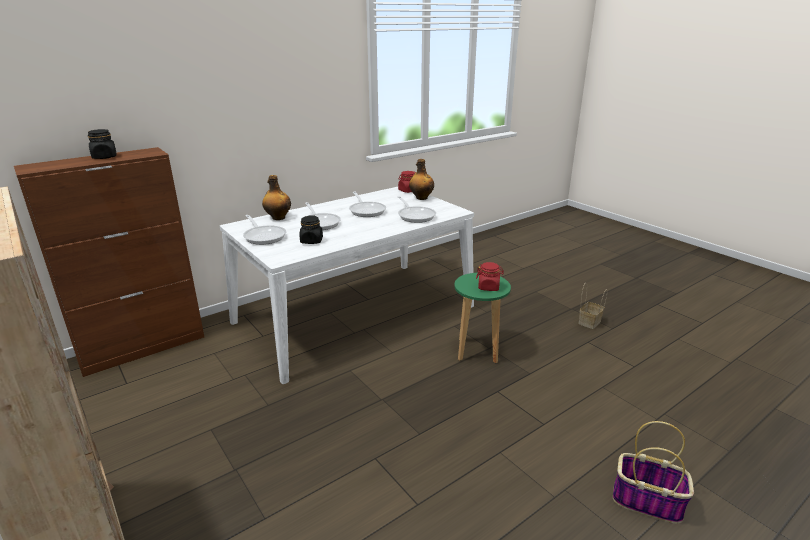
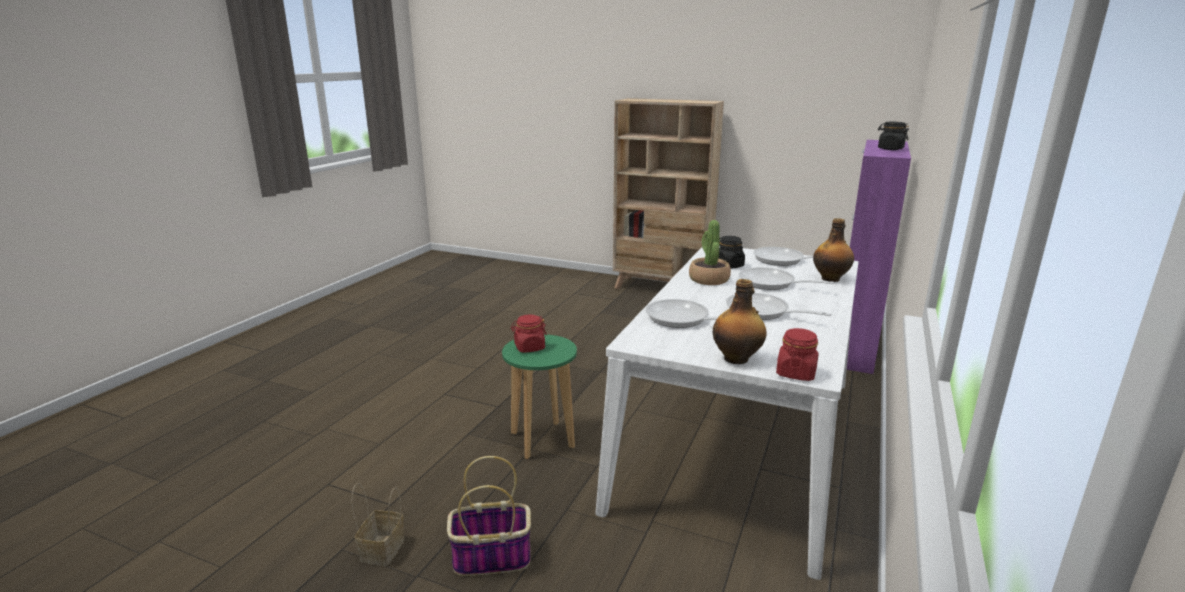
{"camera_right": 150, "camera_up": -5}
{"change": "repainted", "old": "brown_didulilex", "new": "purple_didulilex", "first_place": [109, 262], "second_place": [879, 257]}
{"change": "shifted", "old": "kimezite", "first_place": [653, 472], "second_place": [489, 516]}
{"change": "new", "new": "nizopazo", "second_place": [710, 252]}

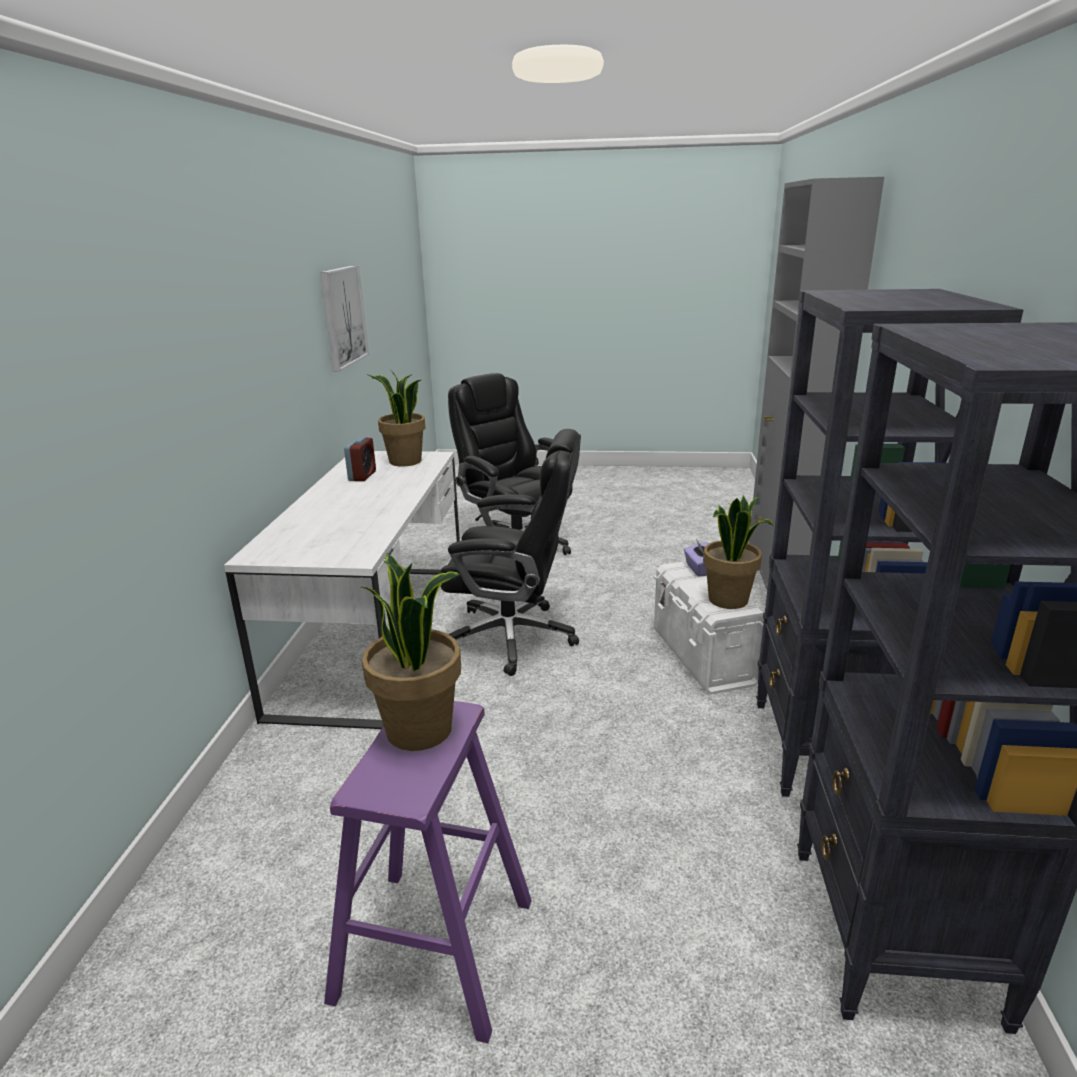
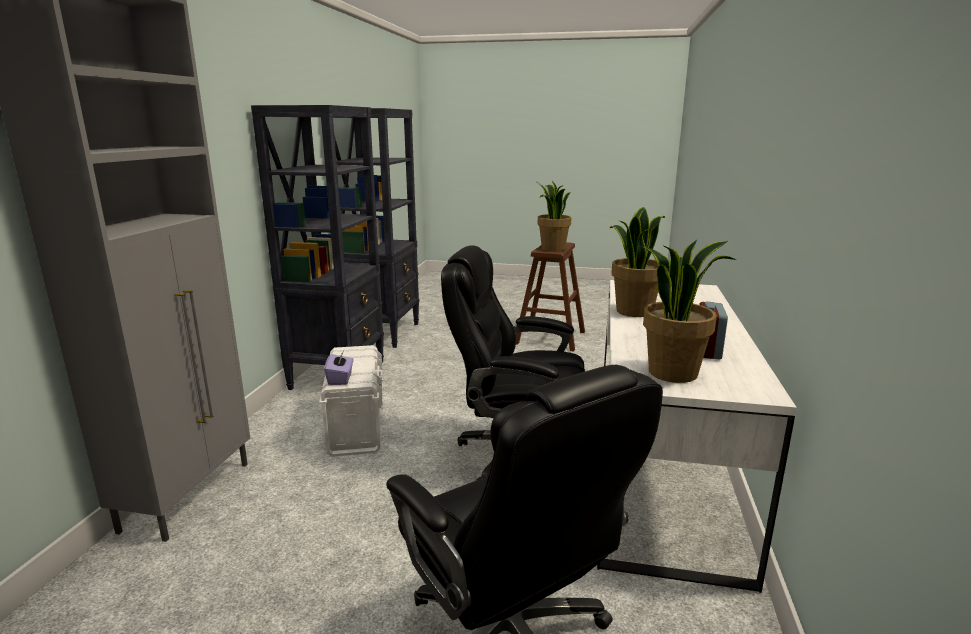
{"camera_right": -175, "camera_up": -5}
{"change": "gone", "old": "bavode", "first_place": [344, 318]}
{"change": "shifted", "old": "nizopazo", "first_place": [738, 552], "second_place": [637, 262]}
{"change": "repainted", "old": "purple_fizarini", "new": "brown_fizarini", "first_place": [428, 872], "second_place": [550, 297]}

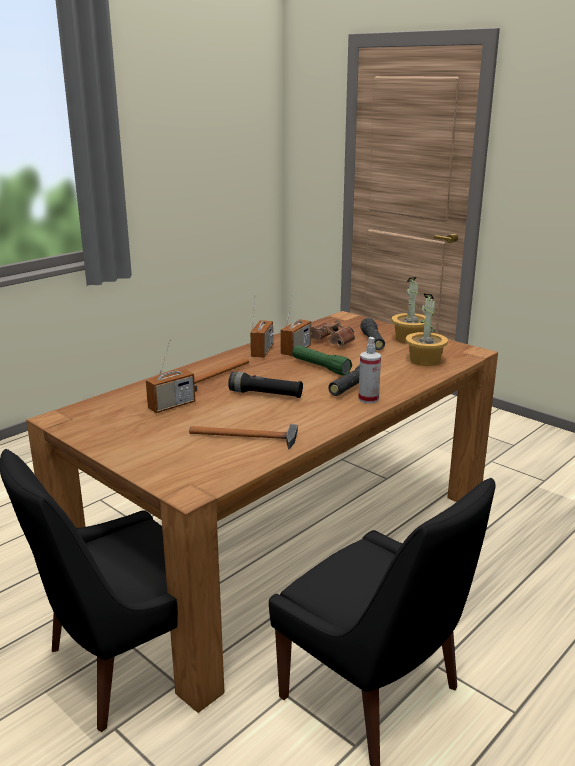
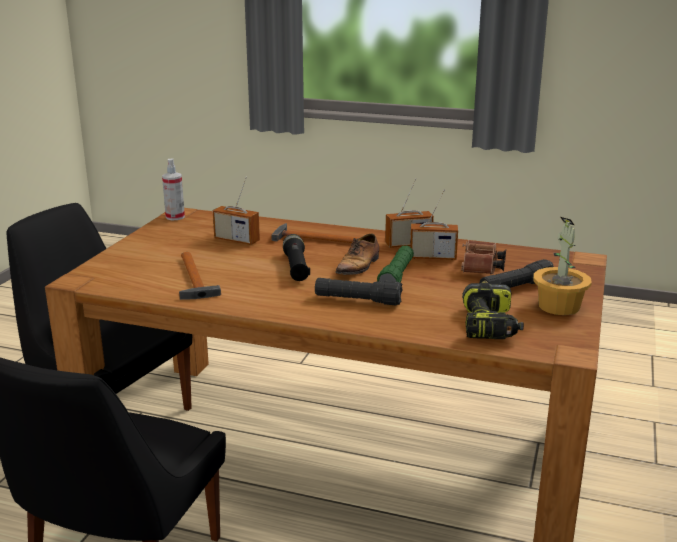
{"camera_right": 65, "camera_up": 0}
{"change": "swapped", "old": "nizopazo", "new": "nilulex", "first_place": [426, 329], "second_place": [493, 311]}
{"change": "shifted", "old": "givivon", "first_place": [369, 370], "second_place": [173, 189]}
{"change": "new", "new": "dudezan", "second_place": [357, 254]}

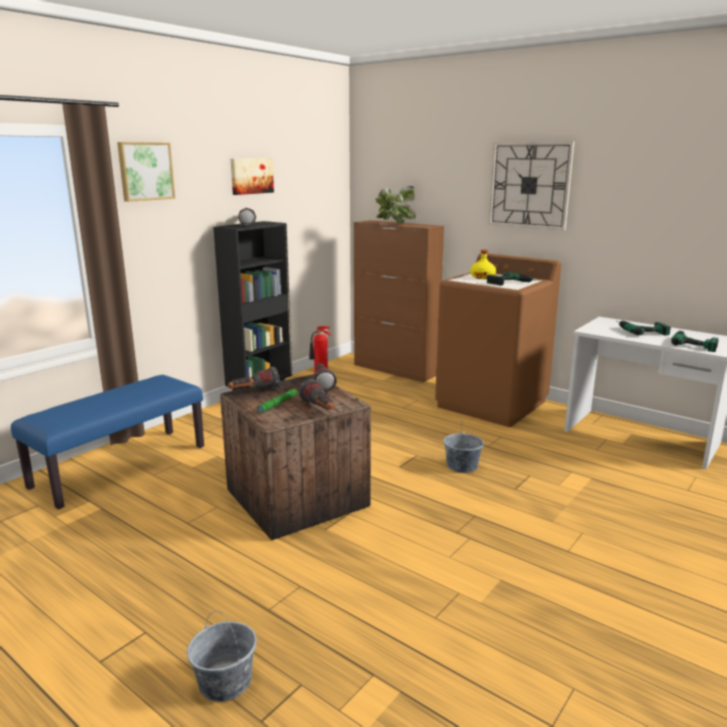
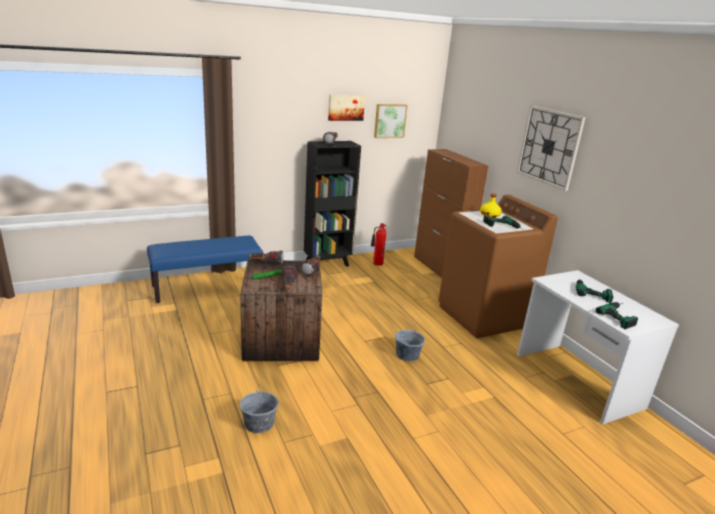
{"camera_right": 25, "camera_up": 5}
{"change": "shifted", "old": "bavode", "first_place": [146, 172], "second_place": [391, 121]}
{"change": "gone", "old": "nizopazo", "first_place": [396, 205]}
{"change": "shifted", "old": "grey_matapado", "first_place": [222, 656], "second_place": [259, 408]}

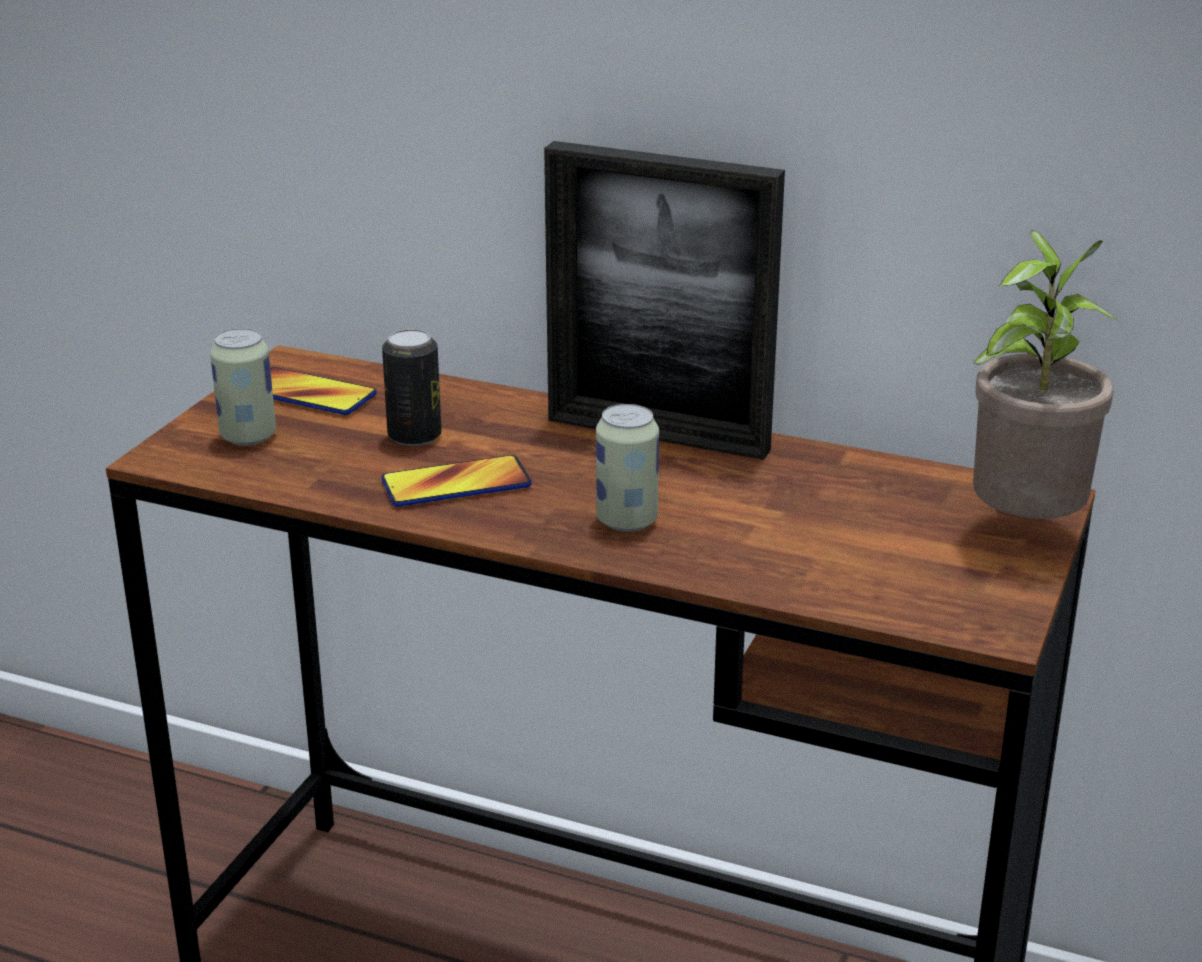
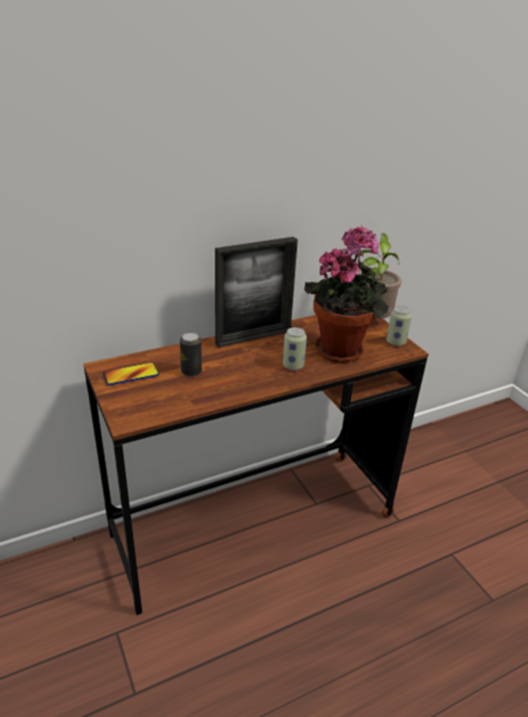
{"camera_right": -50, "camera_up": 5}
{"change": "shifted", "old": "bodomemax", "first_place": [243, 387], "second_place": [399, 326]}
{"change": "gone", "old": "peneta", "first_place": [456, 480]}
{"change": "new", "new": "nizopazo", "second_place": [346, 294]}

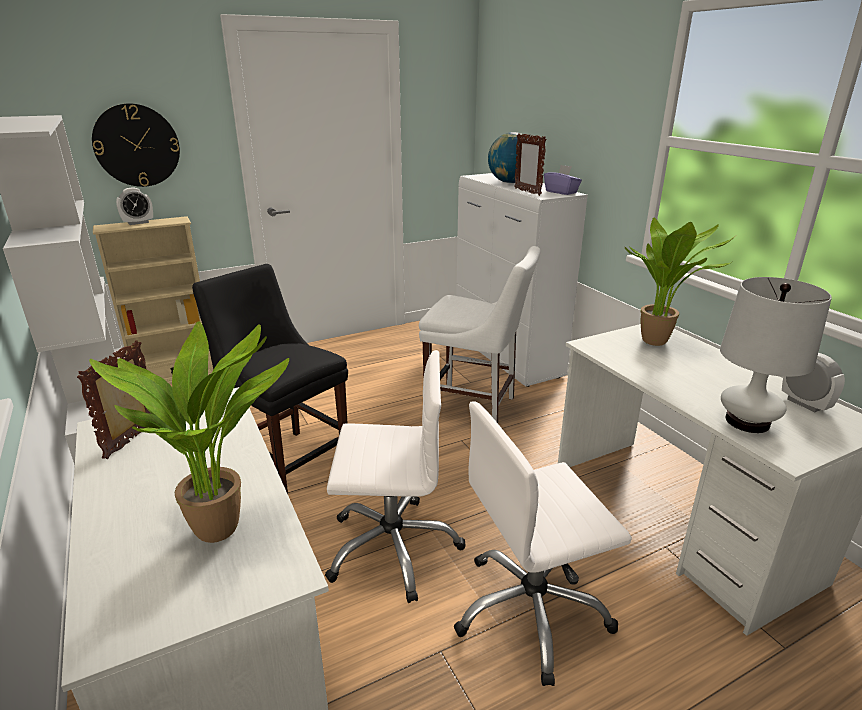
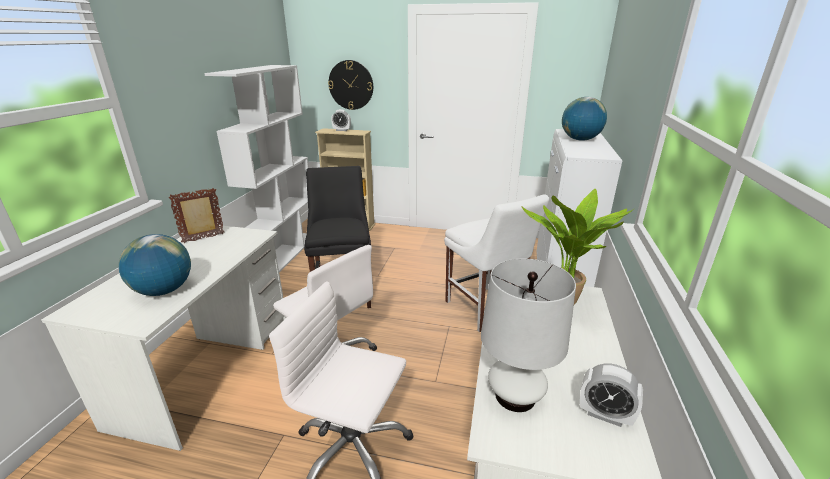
{"camera_right": 40, "camera_up": 0}
{"change": "gone", "old": "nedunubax", "first_place": [530, 164]}
{"change": "gone", "old": "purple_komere", "first_place": [563, 180]}
{"change": "swapped", "old": "nizopazo", "new": "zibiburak", "first_place": [189, 432], "second_place": [155, 265]}
{"change": "rotated", "old": "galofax", "first_place": [813, 382], "second_place": [611, 395], "degrees": 105}

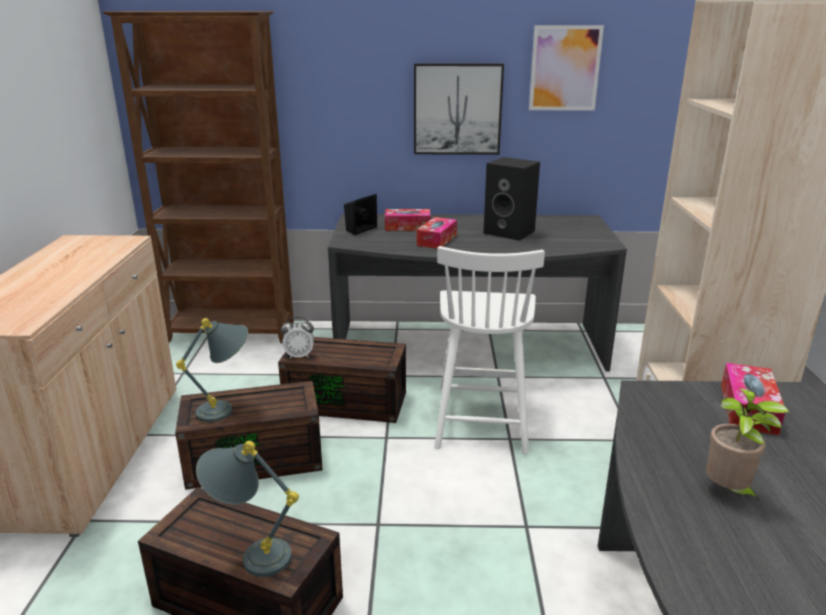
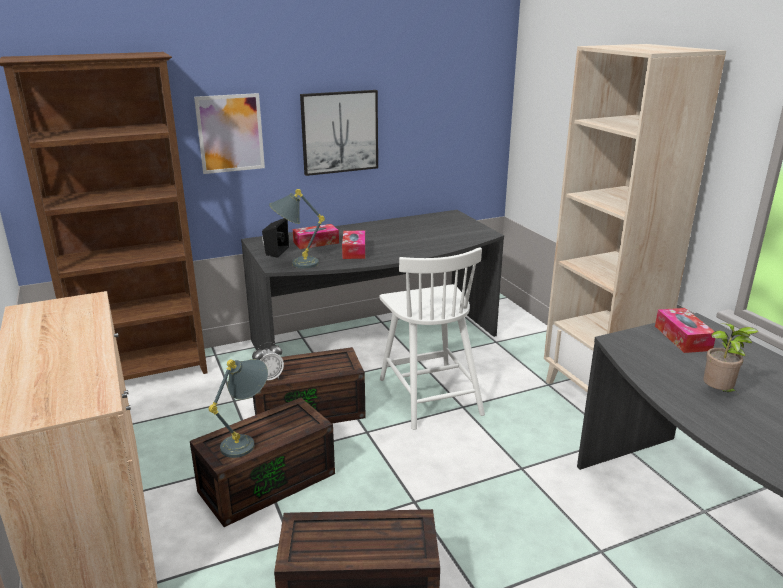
{"camera_right": -25, "camera_up": 0}
{"change": "shifted", "old": "bavode", "first_place": [566, 67], "second_place": [229, 133]}
{"change": "gone", "old": "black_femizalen", "first_place": [511, 199]}
{"change": "shifted", "old": "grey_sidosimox", "first_place": [247, 509], "second_place": [297, 228]}

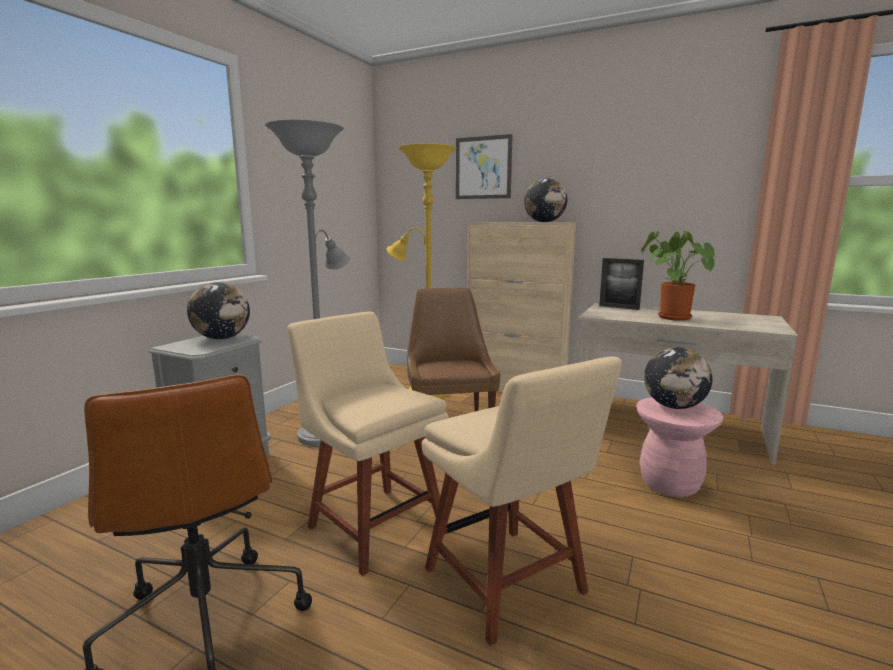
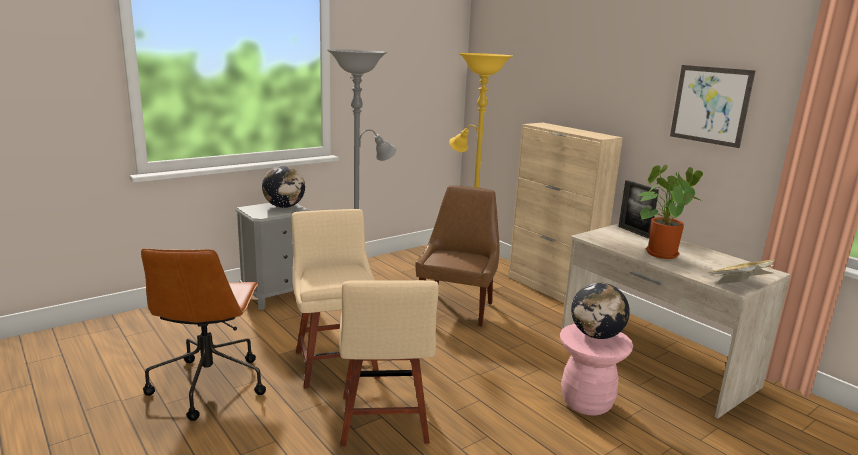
{"camera_right": 25, "camera_up": 5}
{"change": "shifted", "old": "bavode", "first_place": [484, 166], "second_place": [713, 106]}
{"change": "gone", "old": "zibiburak", "first_place": [545, 200]}
{"change": "new", "new": "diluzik", "second_place": [742, 271]}

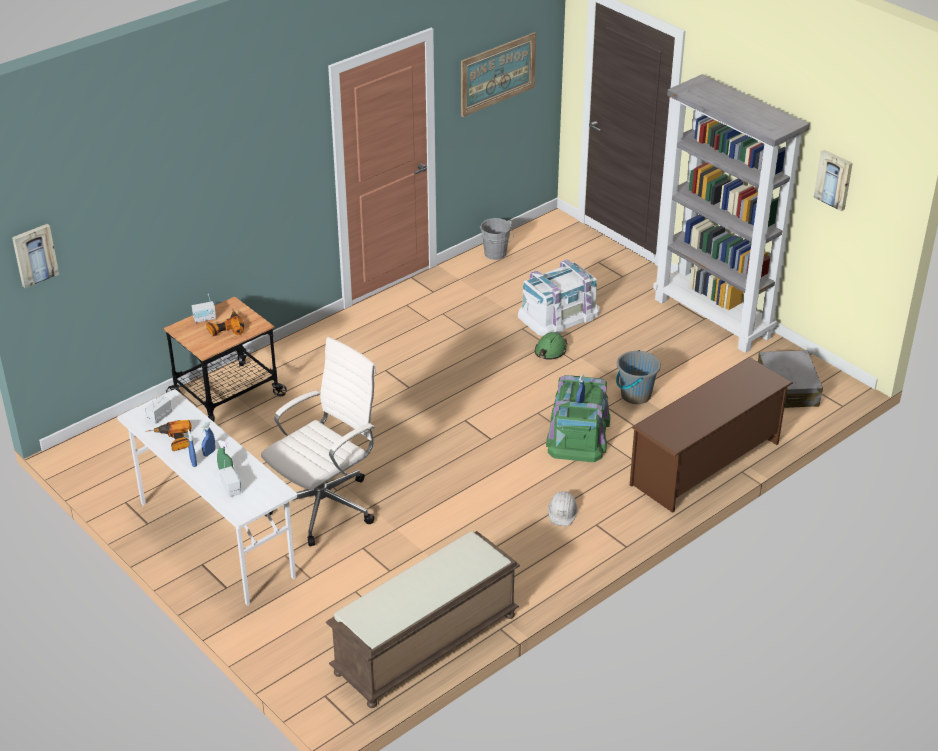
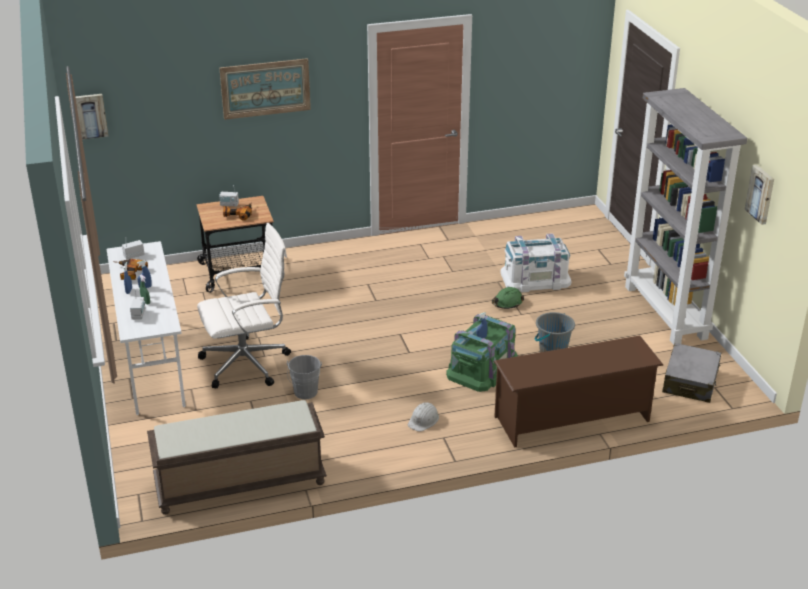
{"camera_right": 25, "camera_up": -5}
{"change": "shifted", "old": "bavode", "first_place": [498, 74], "second_place": [265, 89]}
{"change": "shifted", "old": "grey_matapado", "first_place": [496, 239], "second_place": [304, 377]}

